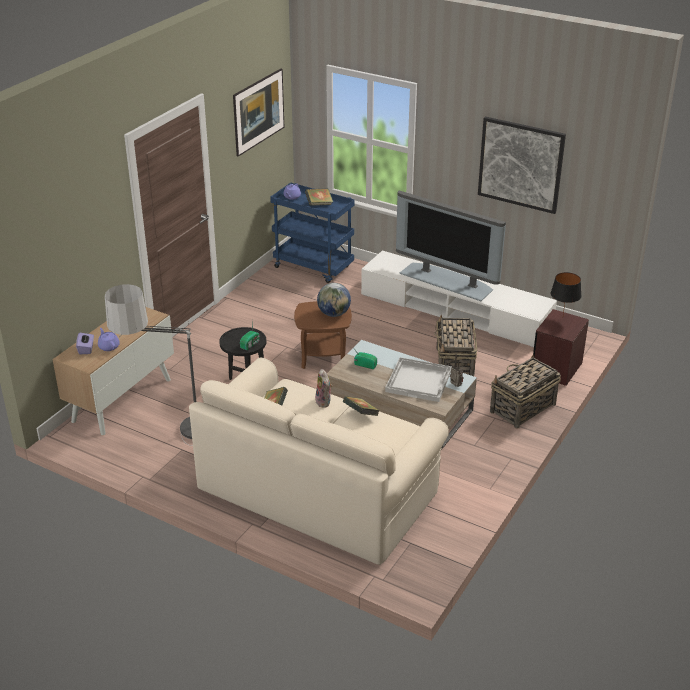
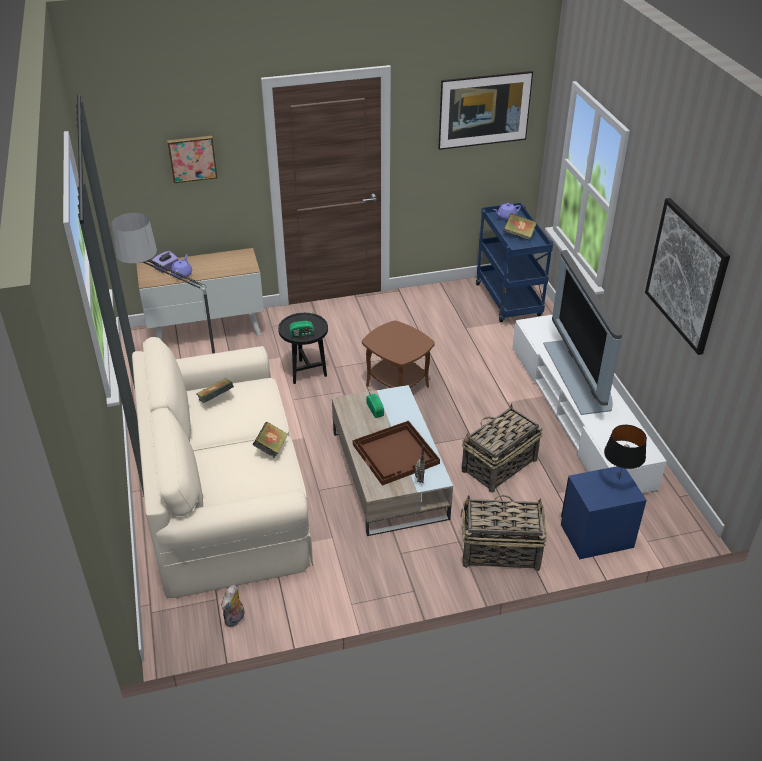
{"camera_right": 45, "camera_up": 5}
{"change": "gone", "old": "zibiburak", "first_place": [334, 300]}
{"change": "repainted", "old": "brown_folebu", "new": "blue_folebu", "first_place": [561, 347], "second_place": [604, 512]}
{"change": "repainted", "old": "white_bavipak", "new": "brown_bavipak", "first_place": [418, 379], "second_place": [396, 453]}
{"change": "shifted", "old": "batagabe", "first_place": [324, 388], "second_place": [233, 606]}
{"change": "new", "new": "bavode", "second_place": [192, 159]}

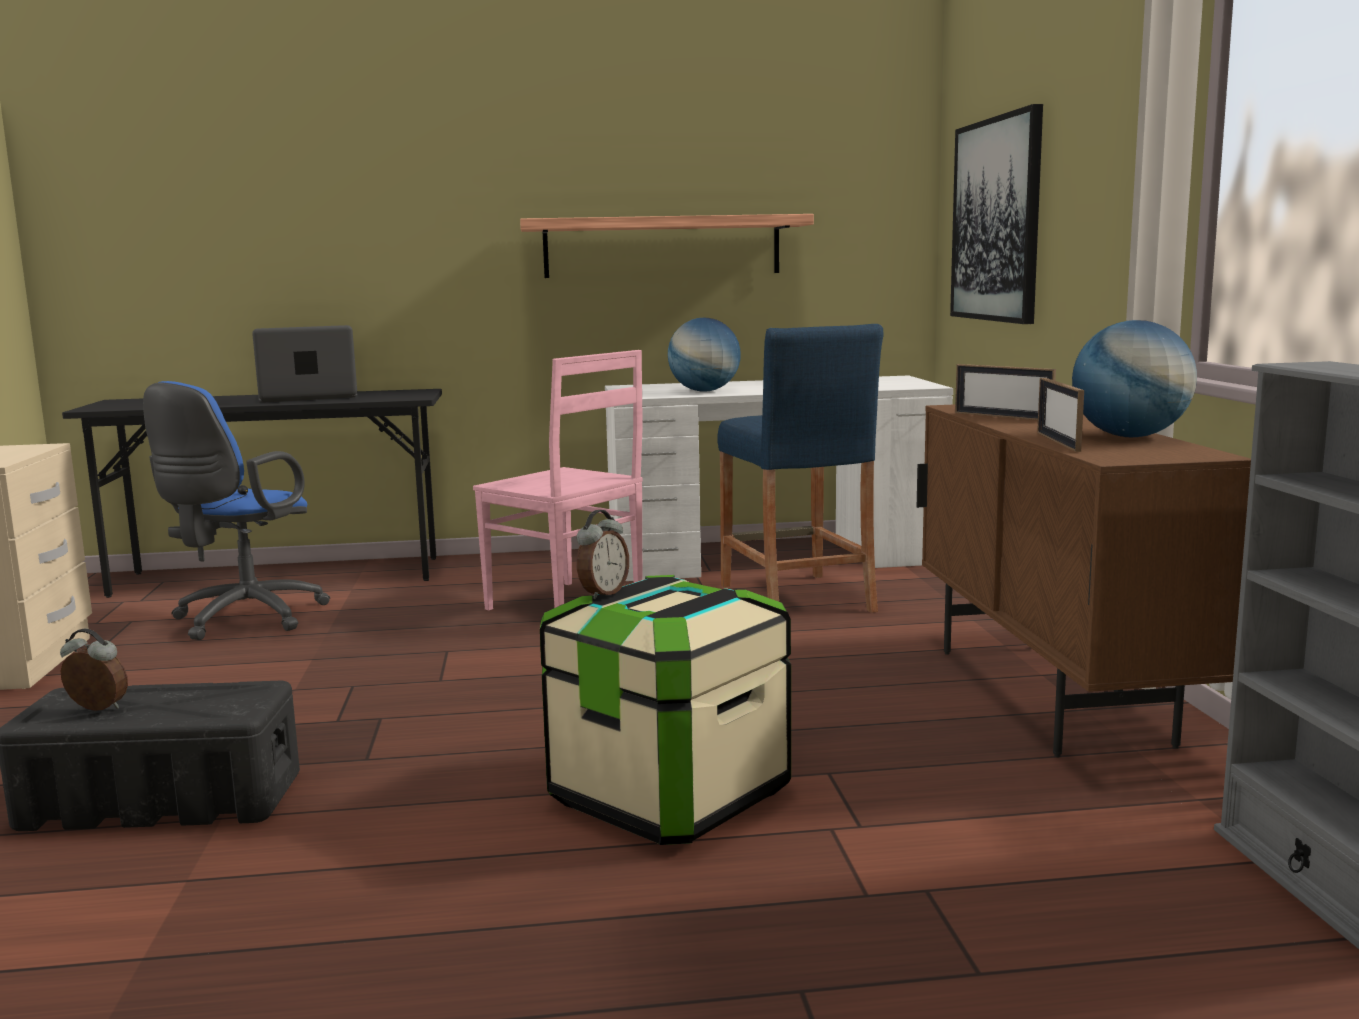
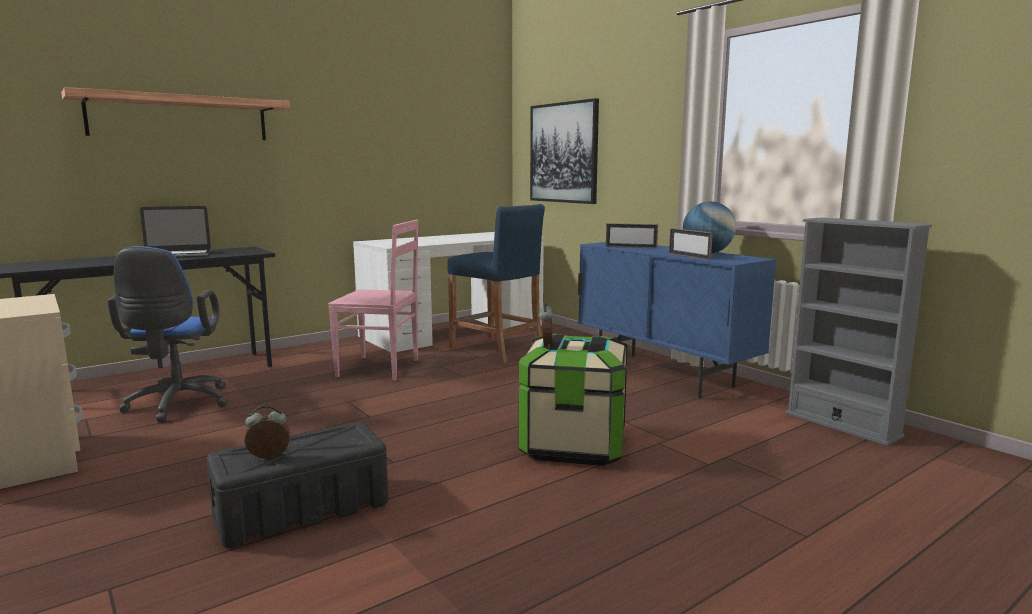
{"camera_right": -30, "camera_up": 0}
{"change": "shifted", "old": "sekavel", "first_place": [667, 246], "second_place": [175, 113]}
{"change": "gone", "old": "zibiburak", "first_place": [704, 355]}
{"change": "rotated", "old": "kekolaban", "first_place": [304, 364], "second_place": [175, 232], "degrees": -150}
{"change": "repainted", "old": "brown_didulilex", "new": "blue_didulilex", "first_place": [1084, 580], "second_place": [677, 320]}

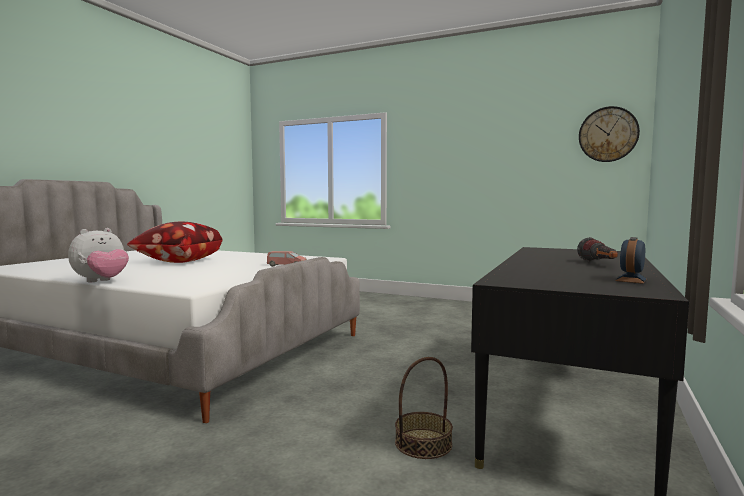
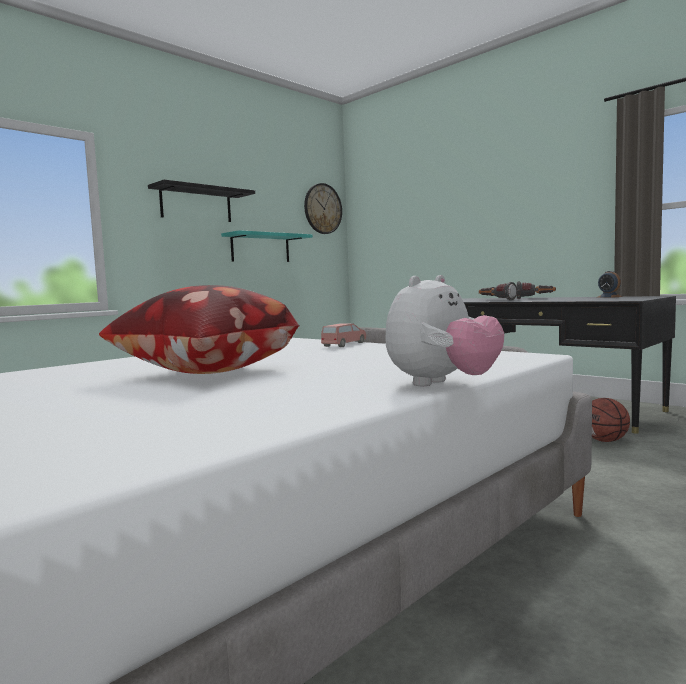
{"camera_right": -70, "camera_up": 0}
{"change": "rotated", "old": "batagabe", "first_place": [98, 255], "second_place": [444, 330], "degrees": 75}
{"change": "swapped", "old": "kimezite", "new": "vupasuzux", "first_place": [424, 408], "second_place": [611, 420]}
{"change": "new", "new": "black_sekavel", "second_place": [201, 201]}
{"change": "new", "new": "turquoise_sekavel", "second_place": [267, 246]}
{"change": "new", "new": "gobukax", "second_place": [498, 291]}

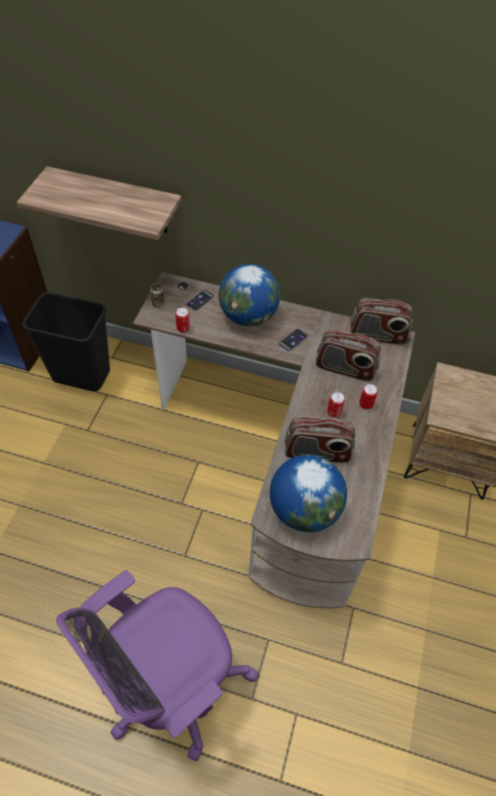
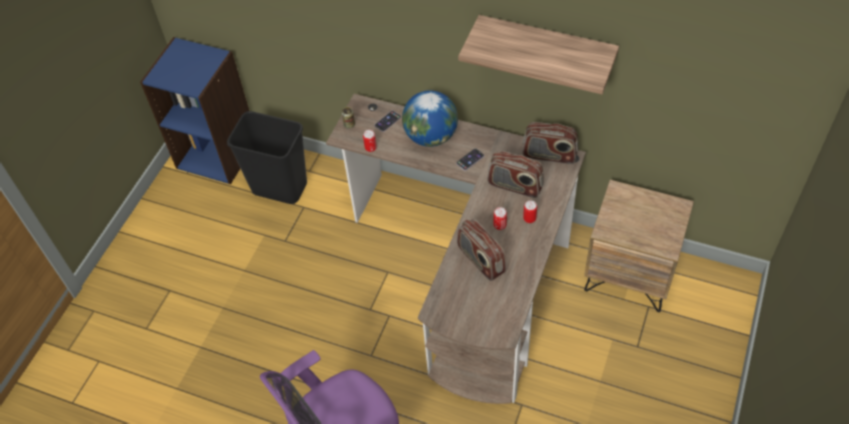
{"camera_right": 10, "camera_up": 0}
{"change": "shifted", "old": "sekavel", "first_place": [98, 203], "second_place": [538, 54]}
{"change": "rotated", "old": "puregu", "first_place": [320, 439], "second_place": [481, 250], "degrees": 45}
{"change": "gone", "old": "zibiburak", "first_place": [308, 493]}

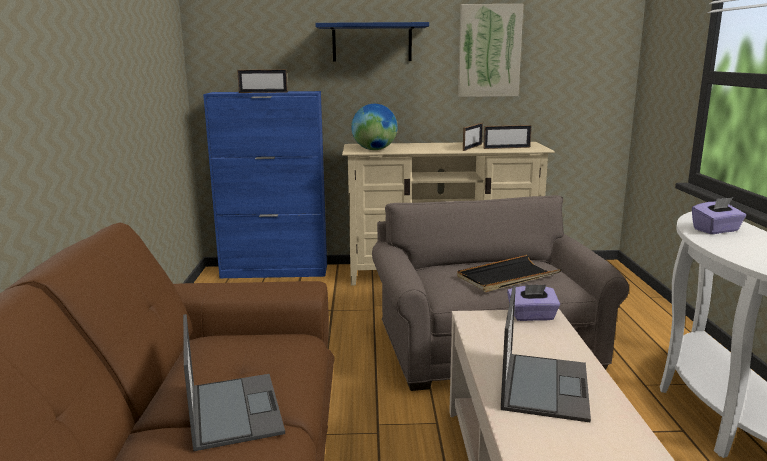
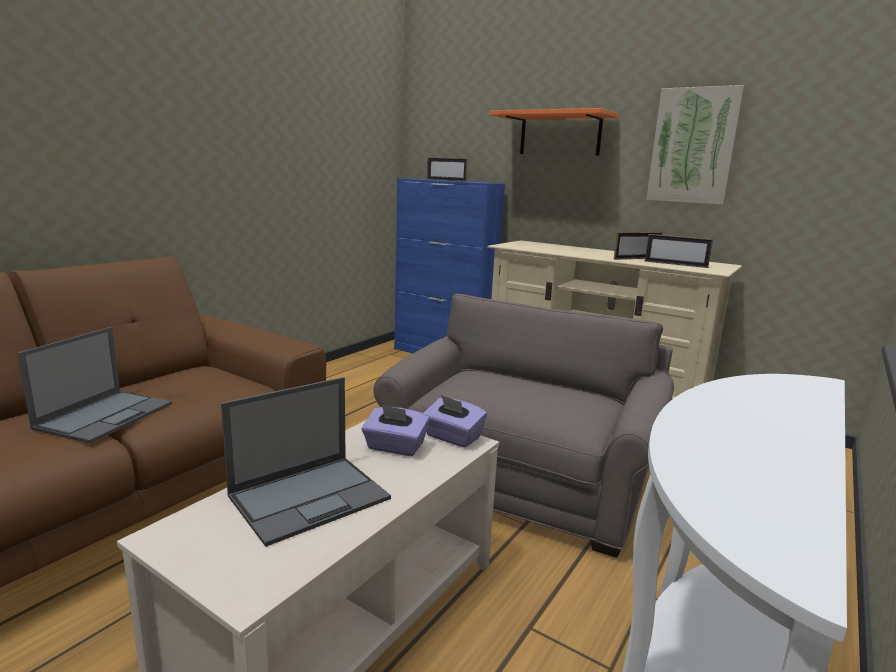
{"camera_right": 35, "camera_up": 0}
{"change": "repainted", "old": "blue_sekavel", "new": "orange_sekavel", "first_place": [372, 42], "second_place": [553, 132]}
{"change": "gone", "old": "zibiburak", "first_place": [374, 127]}
{"change": "shifted", "old": "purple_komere", "first_place": [719, 215], "second_place": [396, 430]}
{"change": "gone", "old": "black_bavipak", "first_place": [509, 273]}

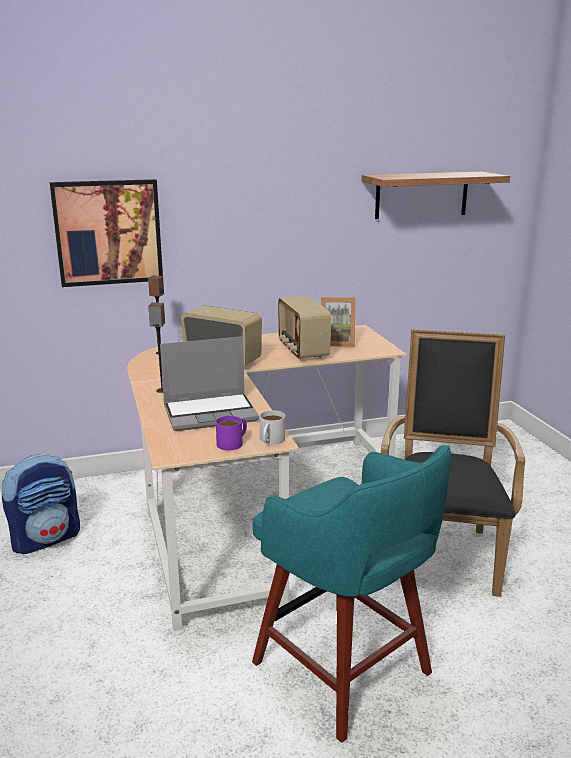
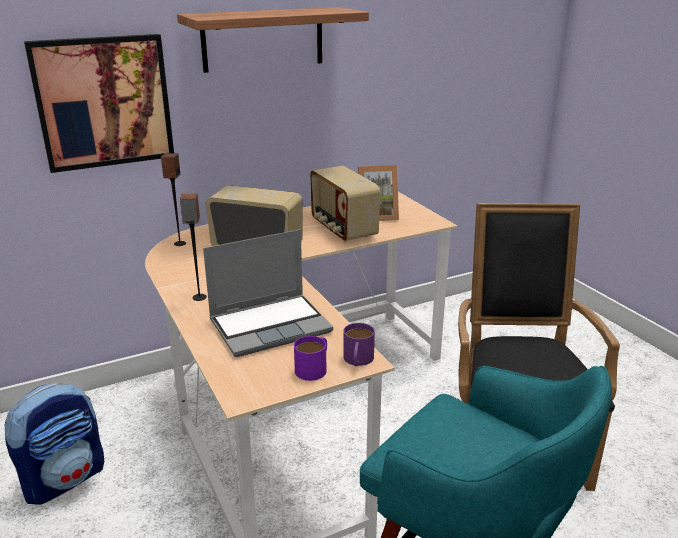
{"camera_right": -10, "camera_up": 5}
{"change": "shifted", "old": "sekavel", "first_place": [436, 195], "second_place": [273, 40]}
{"change": "repainted", "old": "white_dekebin", "new": "purple_dekebin", "first_place": [272, 427], "second_place": [359, 344]}

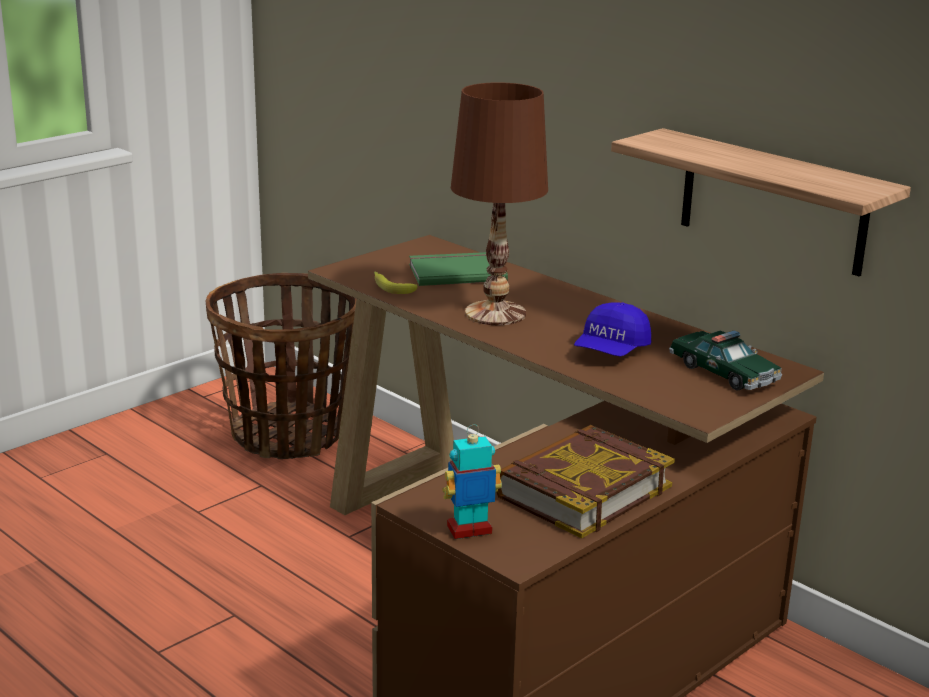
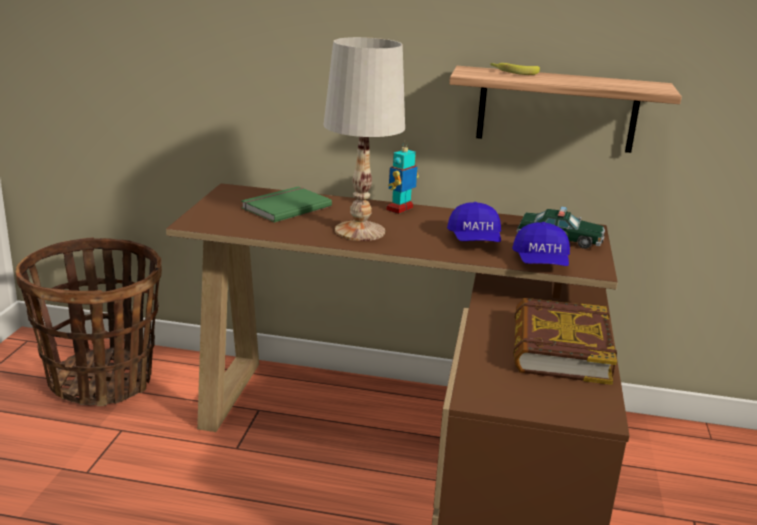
{"camera_right": -35, "camera_up": 0}
{"change": "repainted", "old": "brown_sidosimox", "new": "white_sidosimox", "first_place": [499, 203], "second_place": [364, 139]}
{"change": "shifted", "old": "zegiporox", "first_place": [395, 283], "second_place": [515, 69]}
{"change": "shifted", "old": "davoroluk", "first_place": [472, 482], "second_place": [403, 177]}
{"change": "new", "new": "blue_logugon", "second_place": [541, 244]}

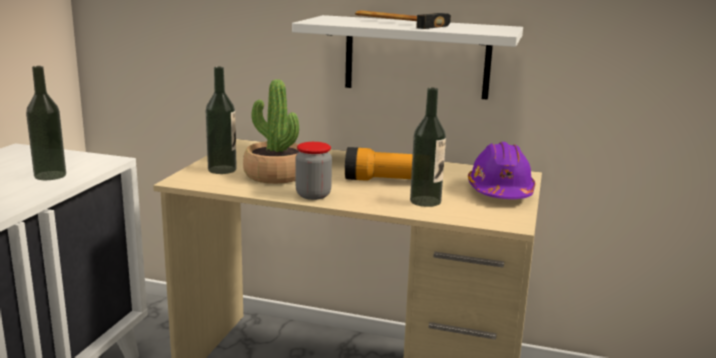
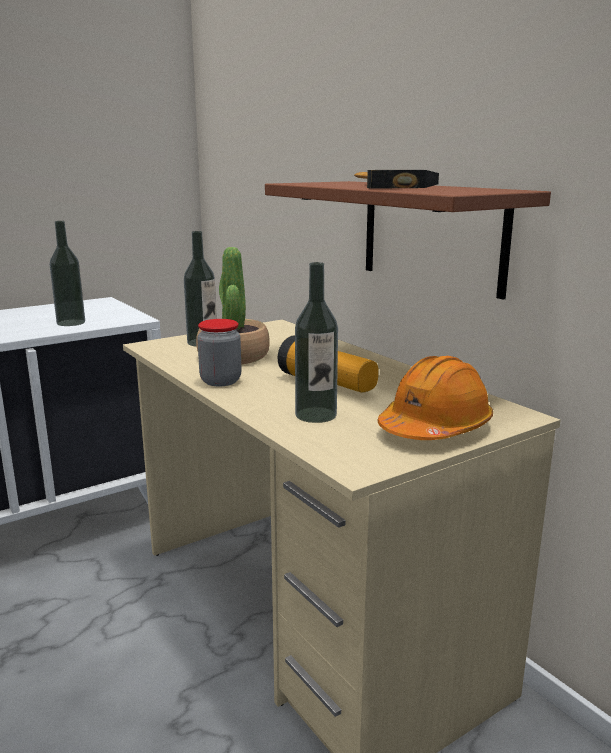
{"camera_right": 40, "camera_up": 0}
{"change": "repainted", "old": "white_sekavel", "new": "brown_sekavel", "first_place": [407, 57], "second_place": [408, 240]}
{"change": "repainted", "old": "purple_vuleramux", "new": "orange_vuleramux", "first_place": [502, 170], "second_place": [435, 398]}

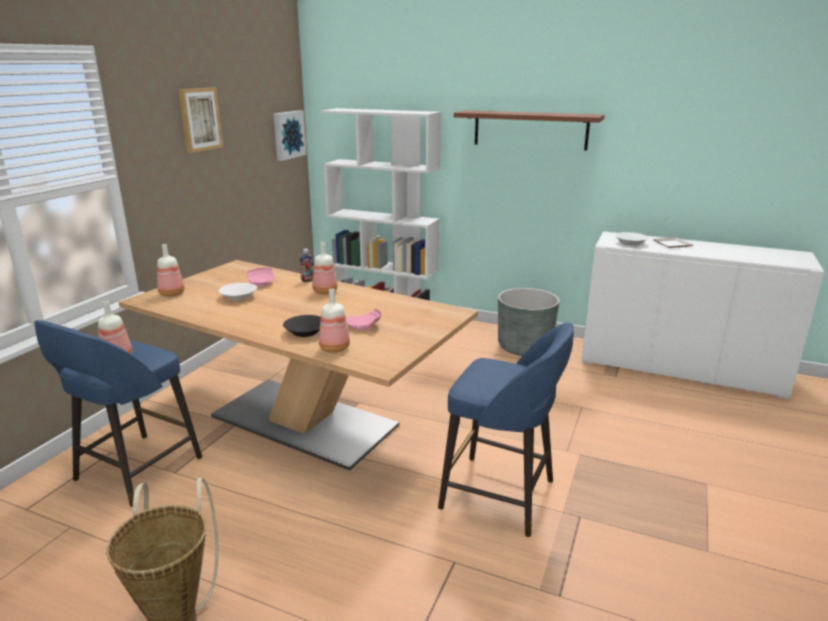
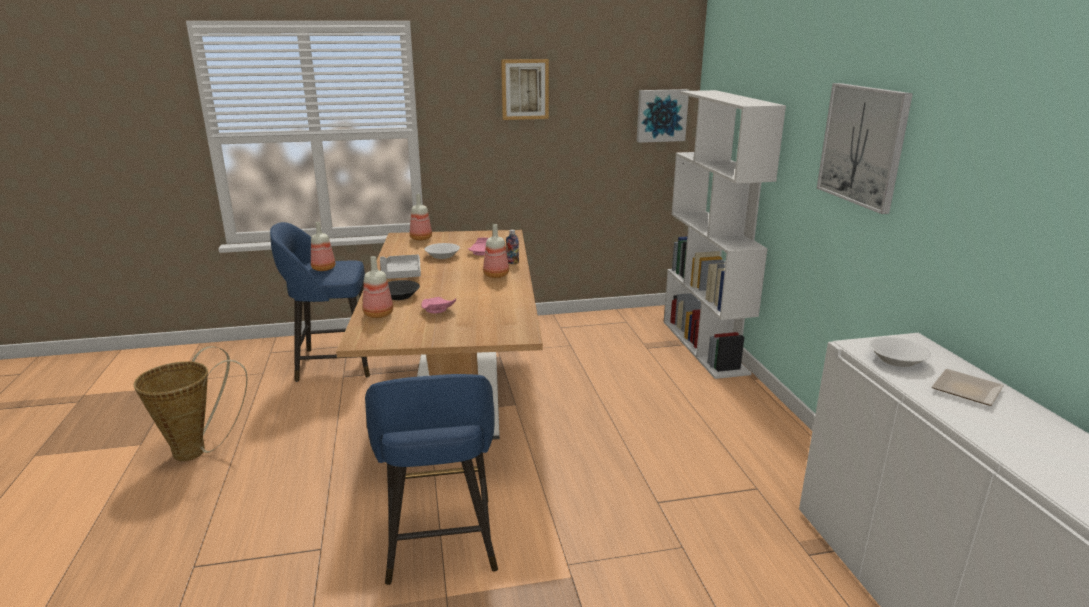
{"camera_right": 55, "camera_up": 0}
{"change": "swapped", "old": "brown_sekavel", "new": "bavode", "first_place": [529, 130], "second_place": [865, 148]}
{"change": "gone", "old": "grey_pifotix", "first_place": [528, 322]}
{"change": "new", "new": "grey_bavipak", "second_place": [400, 267]}

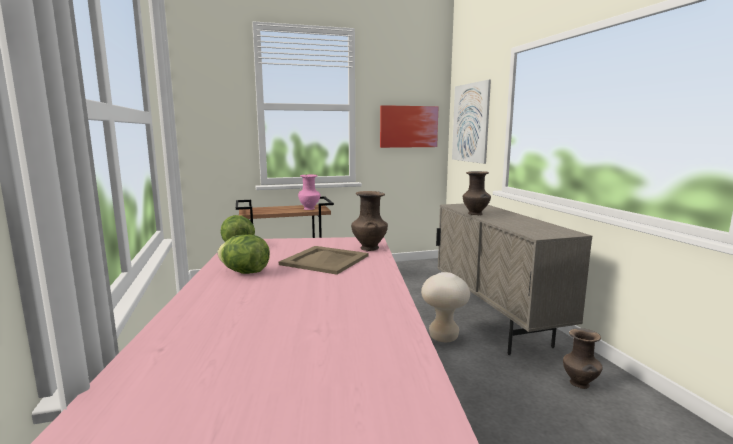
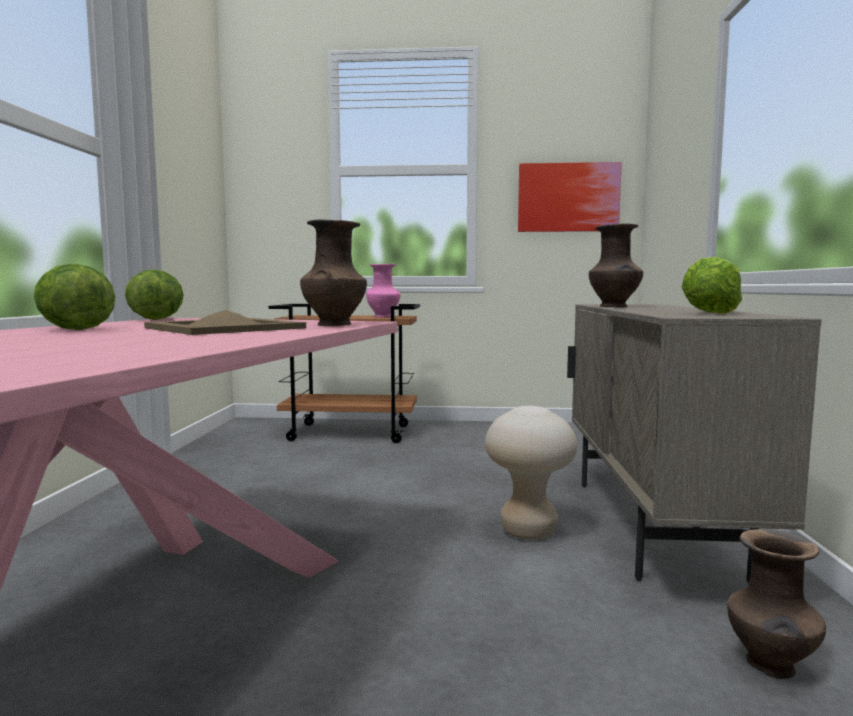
{"camera_right": 20, "camera_up": -5}
{"change": "gone", "old": "bavode", "first_place": [471, 122]}
{"change": "new", "new": "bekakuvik", "second_place": [712, 285]}

